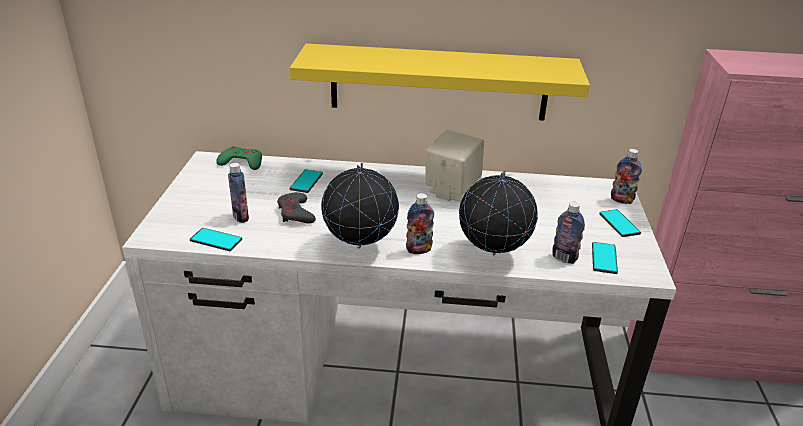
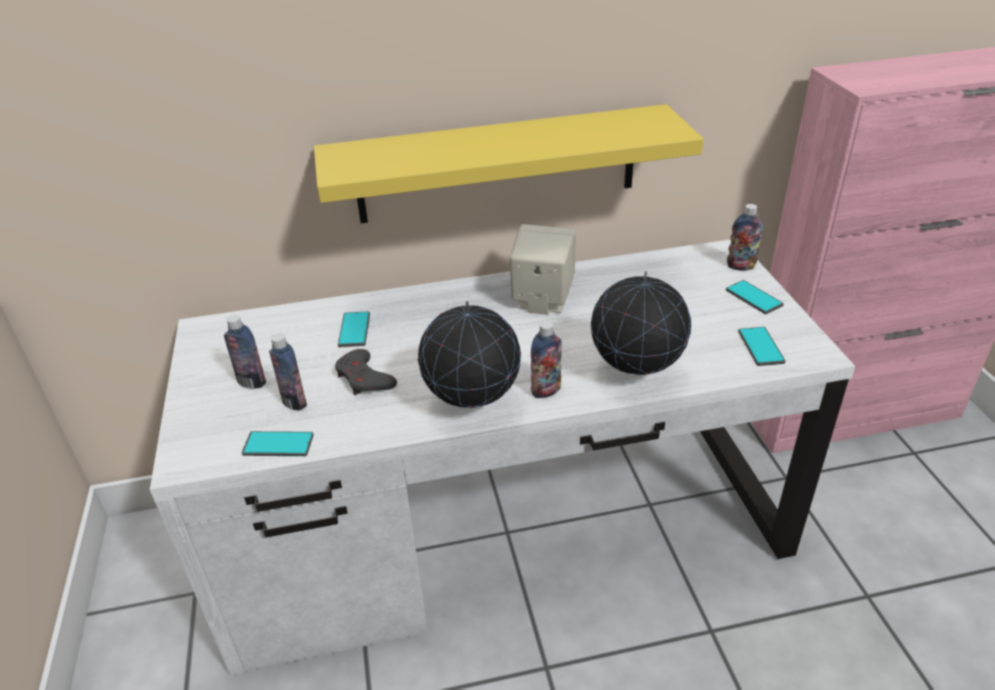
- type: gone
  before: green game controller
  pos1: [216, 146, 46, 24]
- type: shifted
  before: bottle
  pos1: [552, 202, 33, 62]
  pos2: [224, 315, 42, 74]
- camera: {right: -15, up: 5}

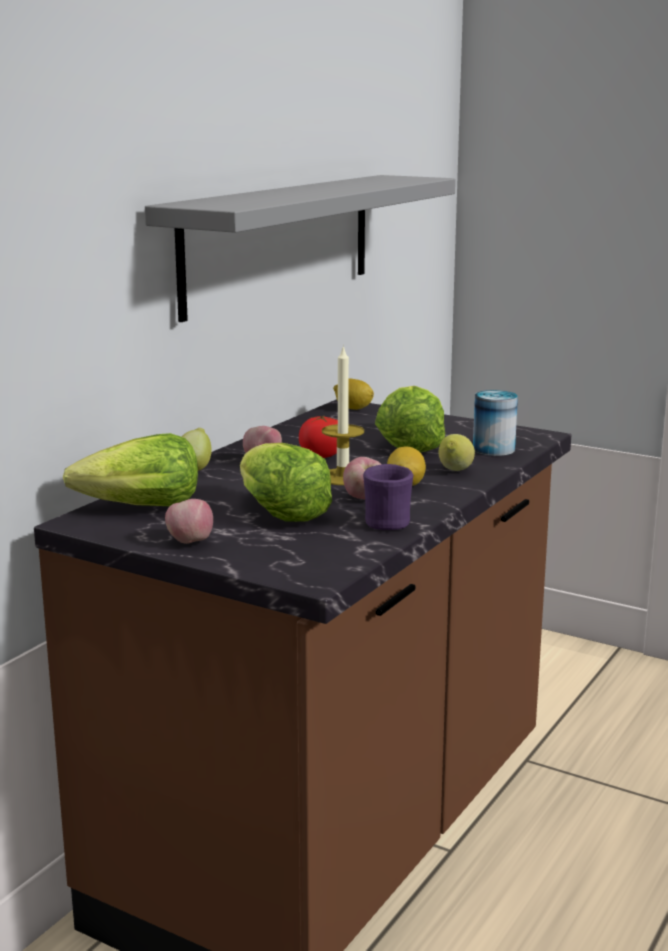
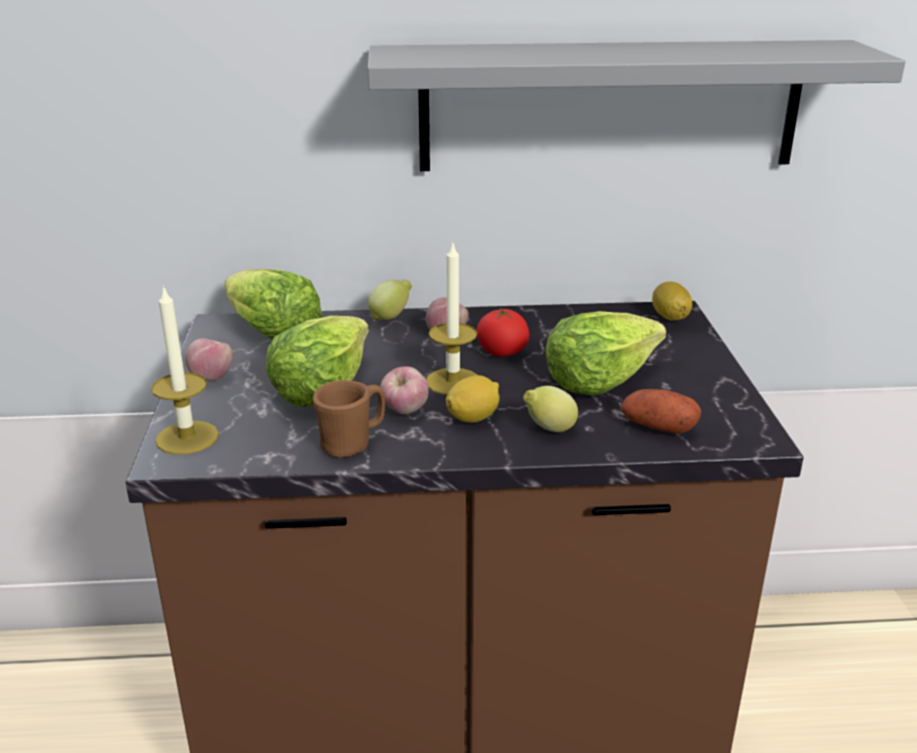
- type: new
  after: candle
  pos2: [151, 285, 68, 170]
- type: swapped
  before: can
  after: potato
  pos1: [473, 390, 45, 66]
  pos2: [621, 389, 80, 45]
- type: repainted
  before: purple mug
  after: brown mug
  pos1: [363, 464, 50, 66]
  pos2: [313, 380, 72, 78]
- camera: {right: 55, up: 10}

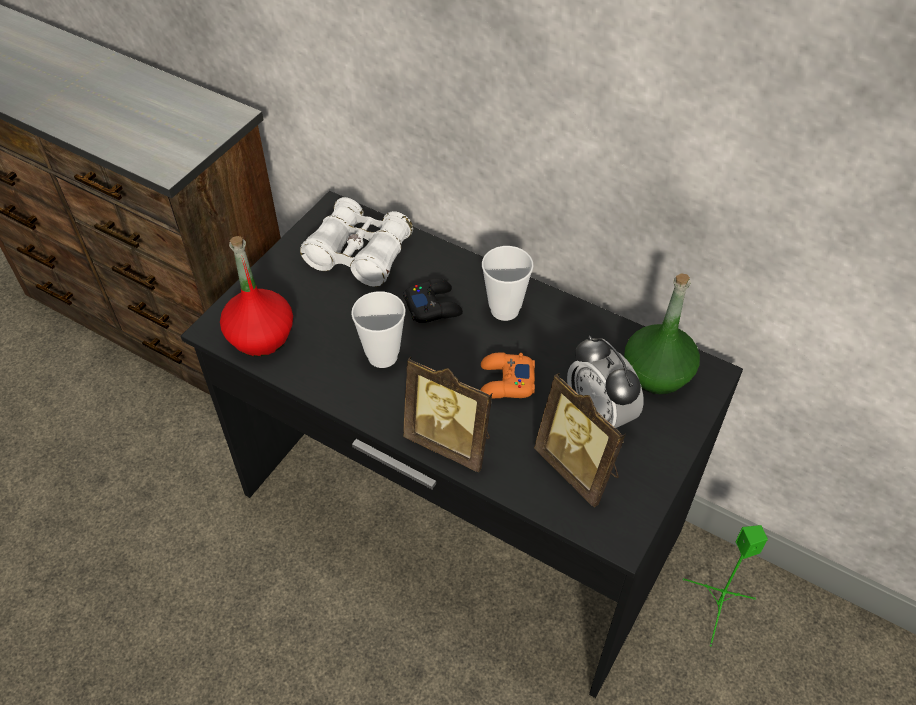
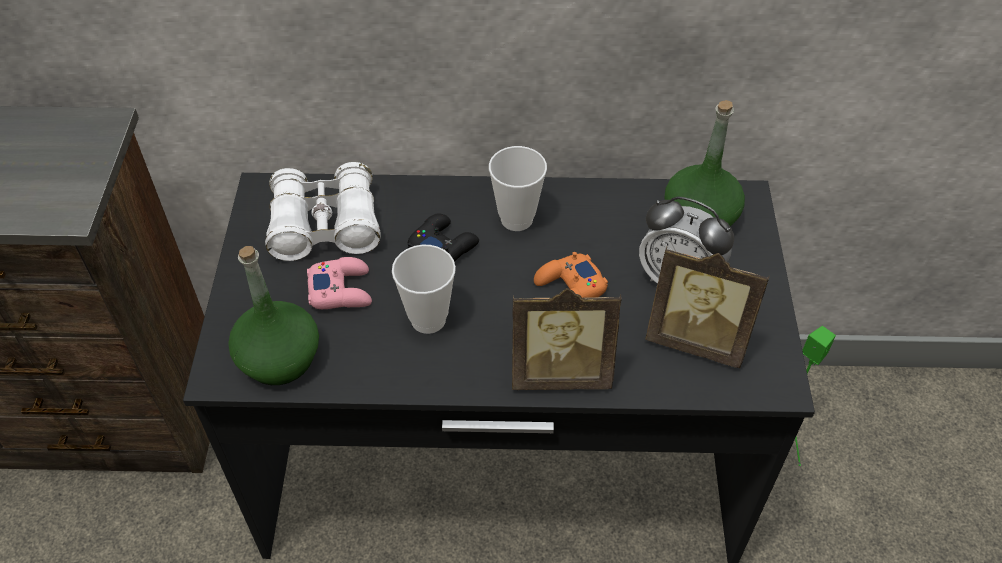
- type: new
  after: pink game controller
  pos2: [307, 257, 65, 52]
- type: repainted
  before: red bottle
  after: green bottle
  pos1: [220, 236, 73, 120]
  pos2: [228, 246, 91, 139]
- camera: {right: -30, up: 0}

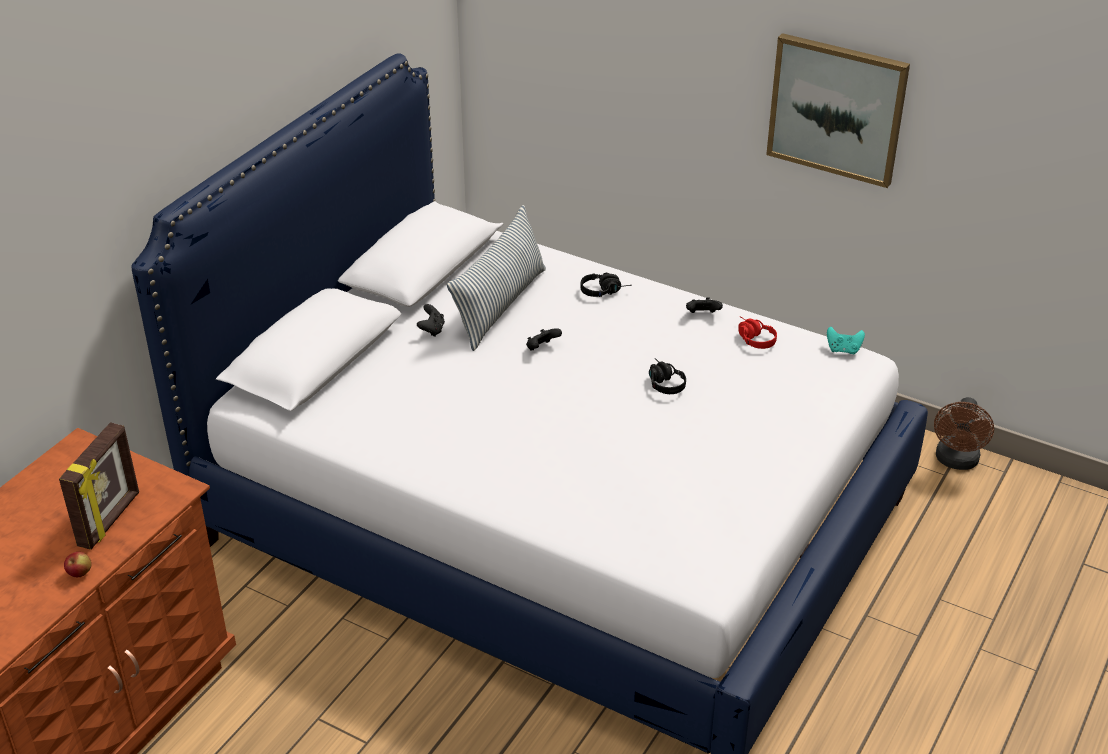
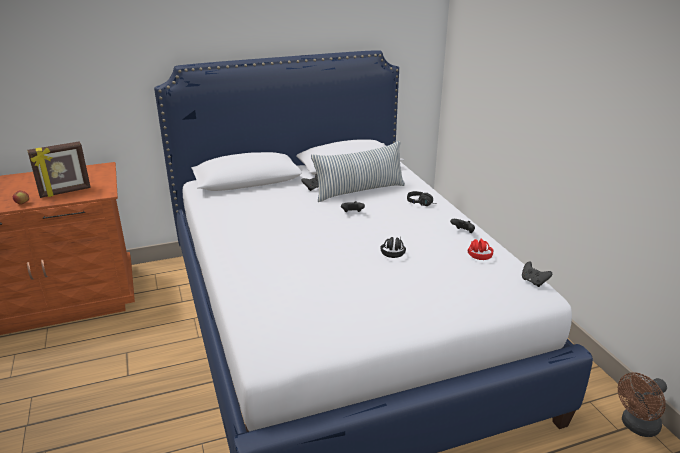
- type: gone
  before: picture
  pos1: [766, 33, 144, 155]
- type: repainted
  before: turquoise game controller
  after: black game controller
  pos1: [827, 327, 38, 28]
  pos2: [522, 261, 30, 26]
- camera: {right: 40, up: -10}

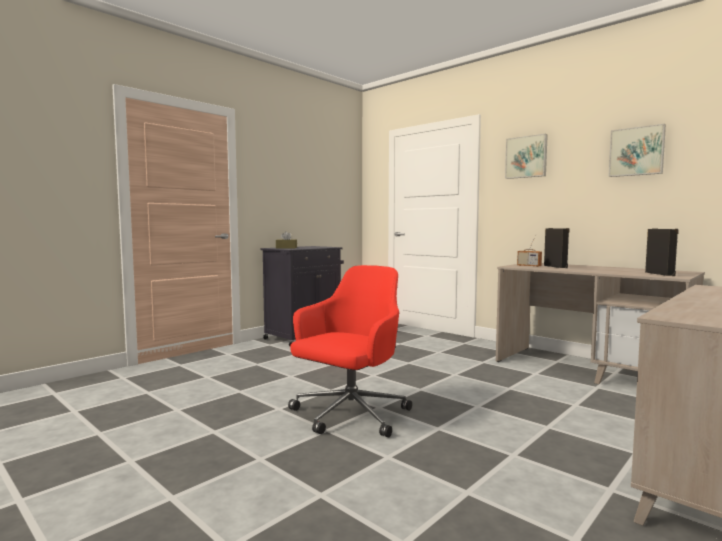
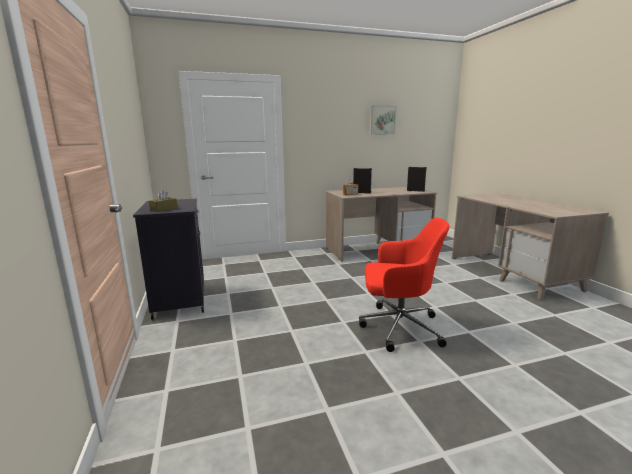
- type: gone
  before: picture
  pos1: [505, 134, 43, 45]
- type: rotated
  before: red office chair
  pos1: [288, 265, 124, 172]
  pos2: [359, 218, 90, 134]
  turn: 120
- camera: {right: -60, up: 10}

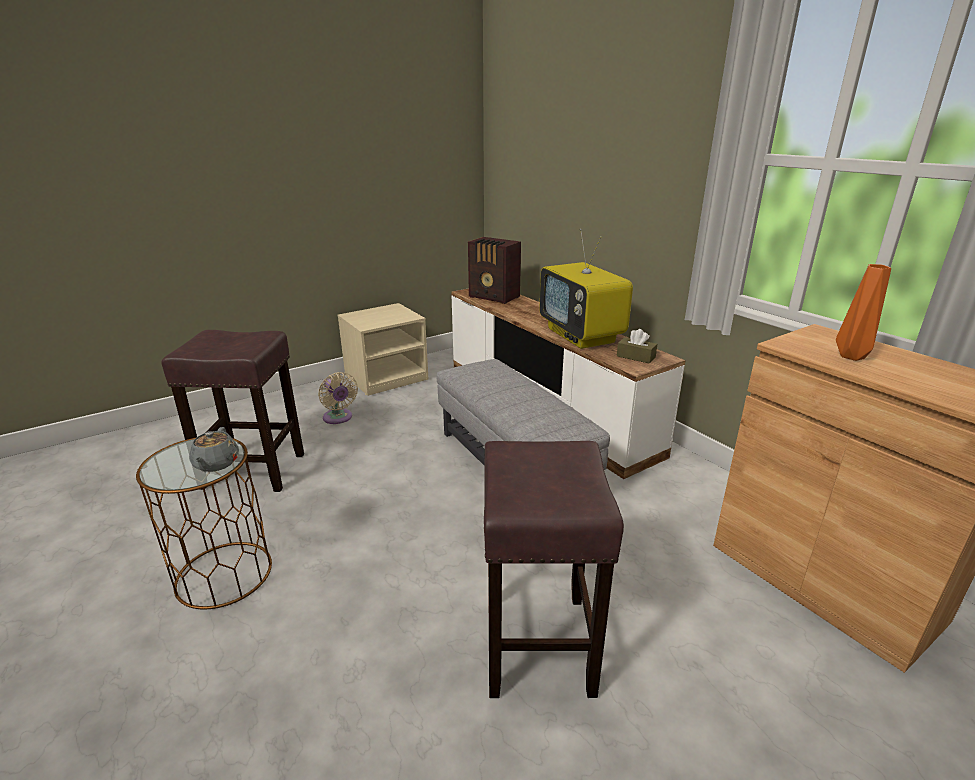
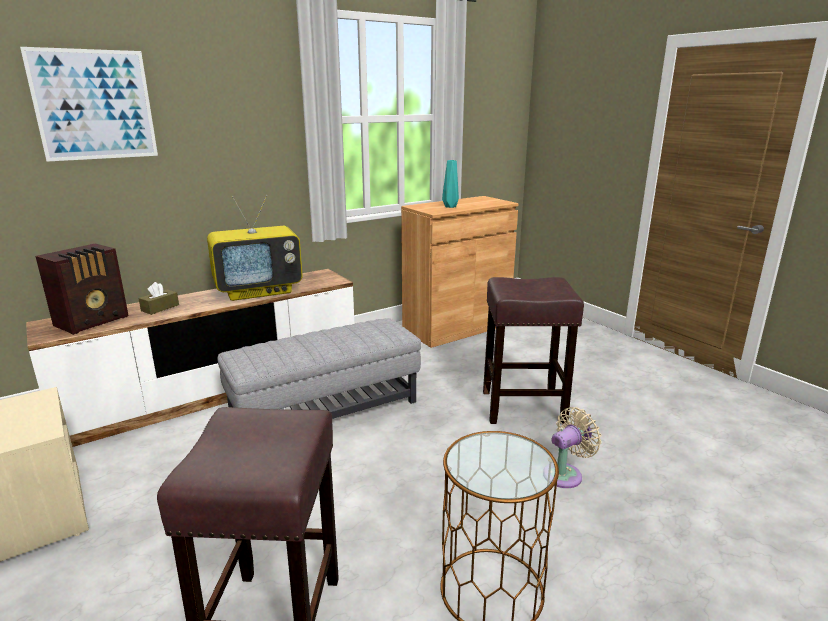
- type: gone
  before: grey teapot
  pos1: [189, 427, 50, 45]
- type: new
  after: picture
  pos2: [20, 47, 138, 115]
- type: shifted
  before: beige fan
  pos1: [318, 372, 40, 52]
  pos2: [552, 407, 49, 81]
- type: shifted
  before: brown tissue box
  pos1: [617, 329, 40, 35]
  pos2: [139, 282, 40, 33]
- type: repainted
  before: orange vase
  after: turquoise vase
  pos1: [836, 264, 55, 97]
  pos2: [442, 160, 17, 48]
- camera: {right: -90, up: -5}

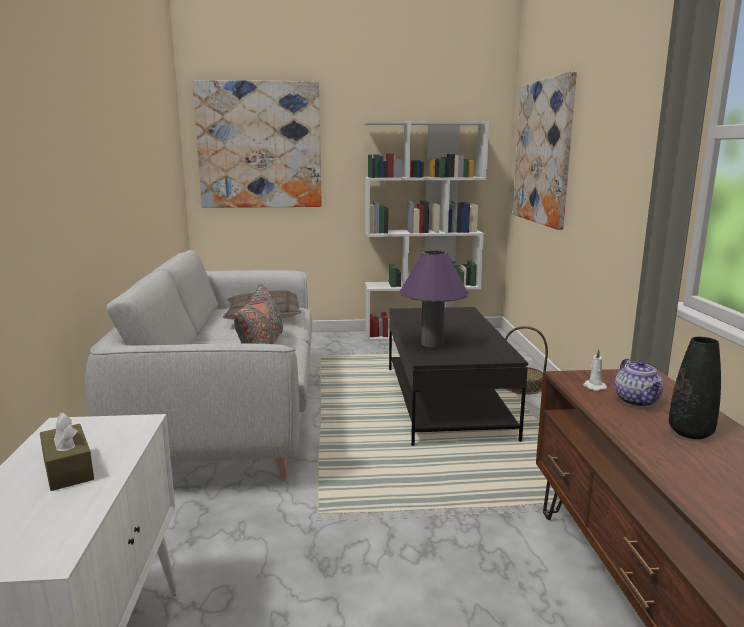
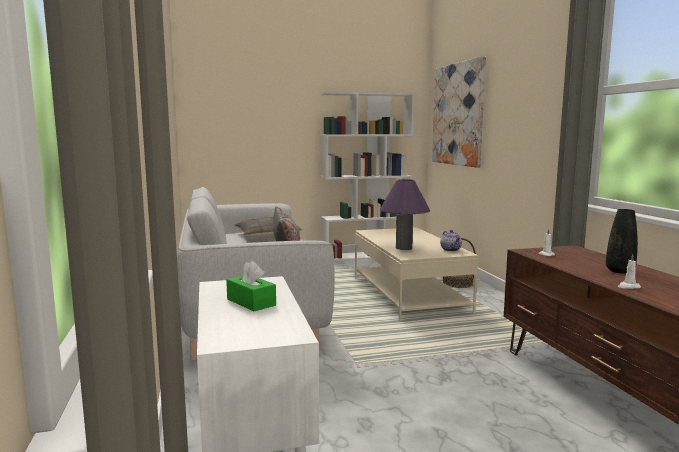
- type: gone
  before: picture
  pos1: [192, 80, 130, 128]
- type: new
  after: white candle
  pos2: [618, 254, 23, 35]
- type: shifted
  before: teapot
  pos1: [615, 359, 48, 48]
  pos2: [440, 230, 22, 22]
- type: repainted
  before: brown tissue box
  after: green tissue box
  pos1: [40, 412, 54, 79]
  pos2: [226, 261, 50, 50]
- type: repainted
  before: black coffee table
  after: beige coffee table
  pos1: [389, 307, 139, 139]
  pos2: [355, 227, 124, 95]
- camera: {right: -10, up: -5}

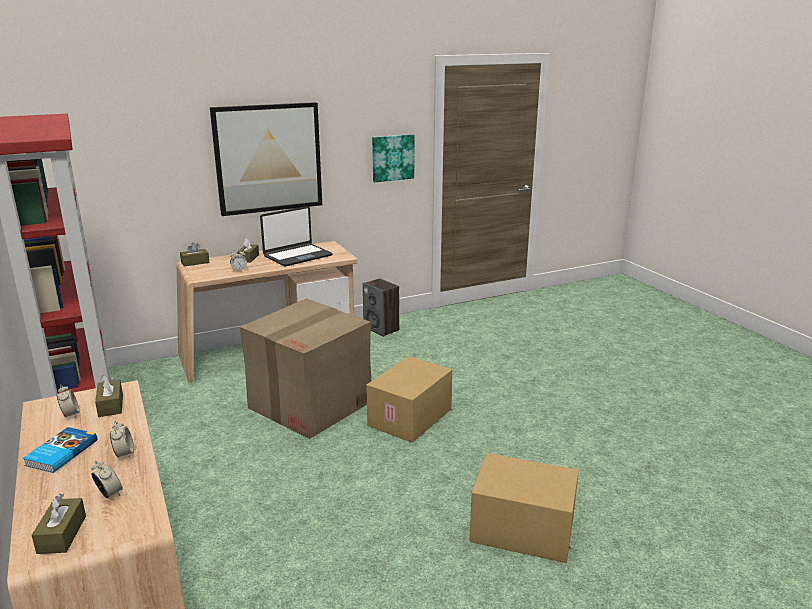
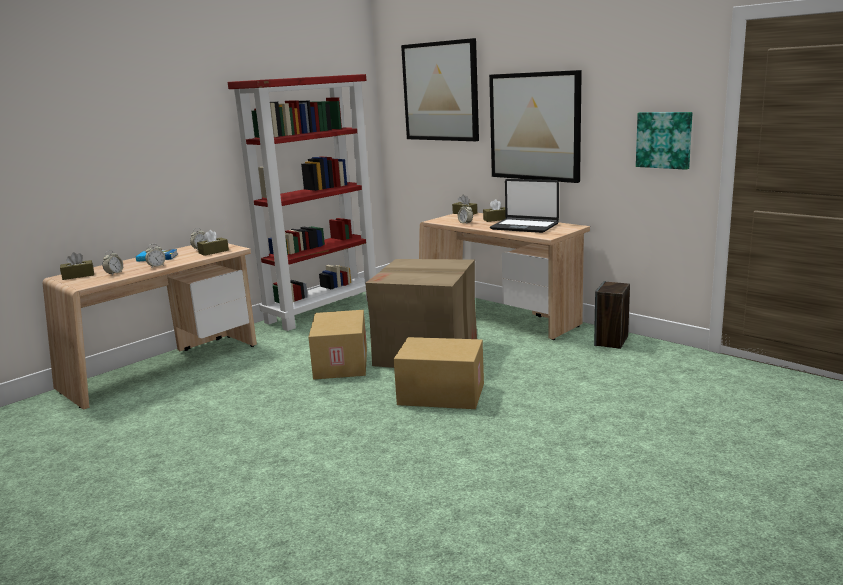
- type: new
  after: picture
  pos2: [401, 38, 78, 103]
- type: shifted
  before: cardboard box
  pos1: [469, 453, 110, 110]
  pos2: [308, 310, 59, 69]
- camera: {right: 70, up: -5}

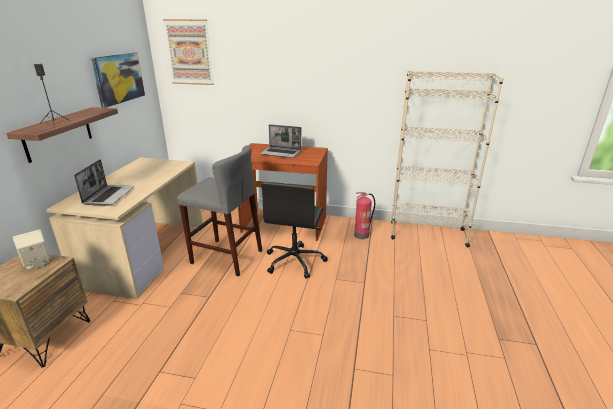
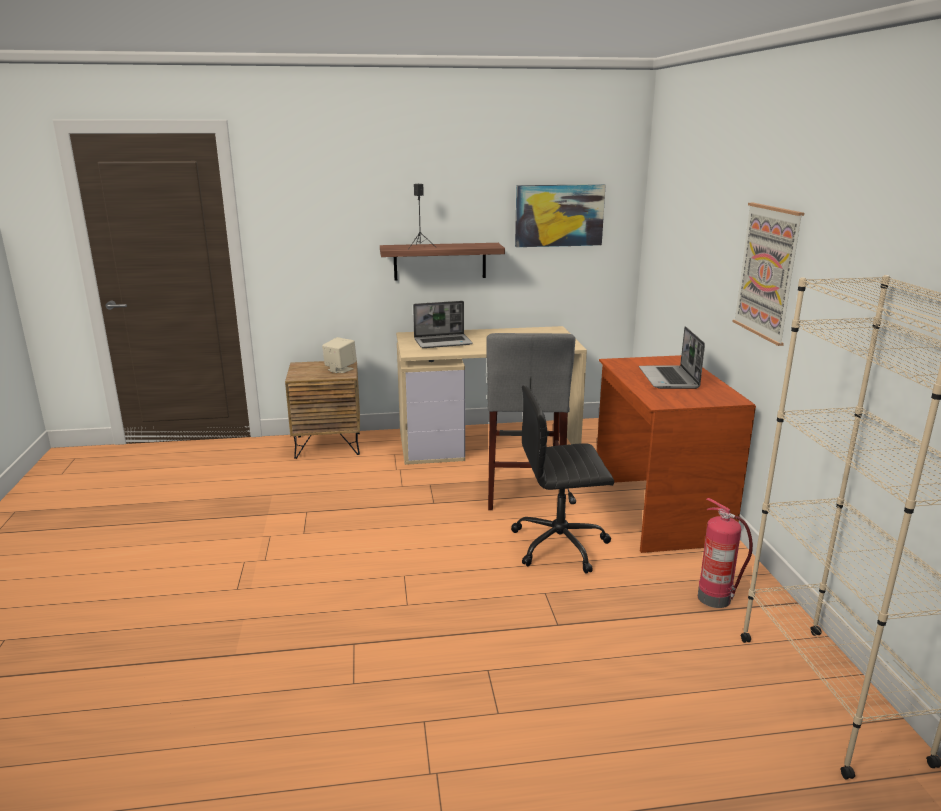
- type: shifted
  before: picture
  pos1: [163, 19, 51, 66]
  pos2: [732, 203, 72, 143]
- camera: {right: 70, up: -5}

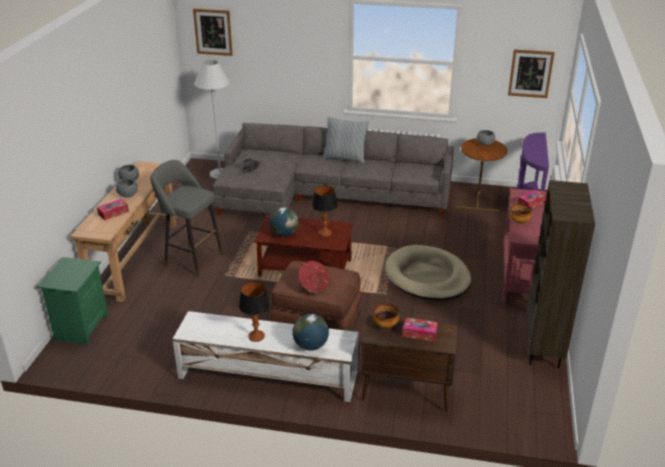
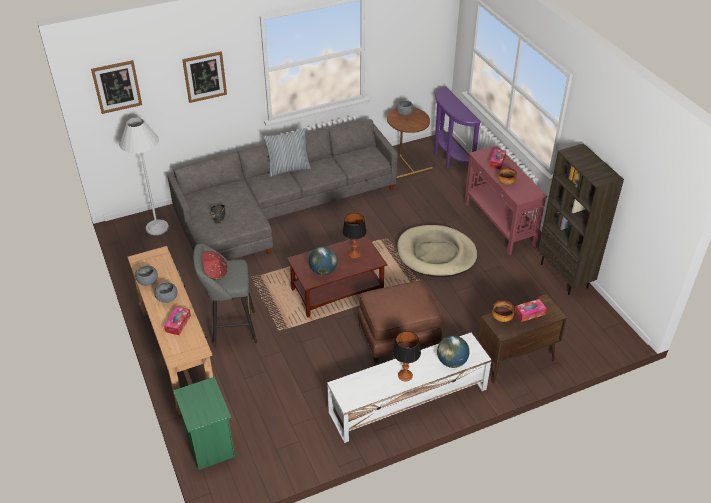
- type: shifted
  before: red hat
  pos1: [298, 261, 33, 33]
  pos2: [203, 251, 25, 29]
- type: shifted
  before: picture
  pos1: [508, 49, 46, 49]
  pos2: [182, 51, 45, 52]
- camera: {right: -35, up: 10}

